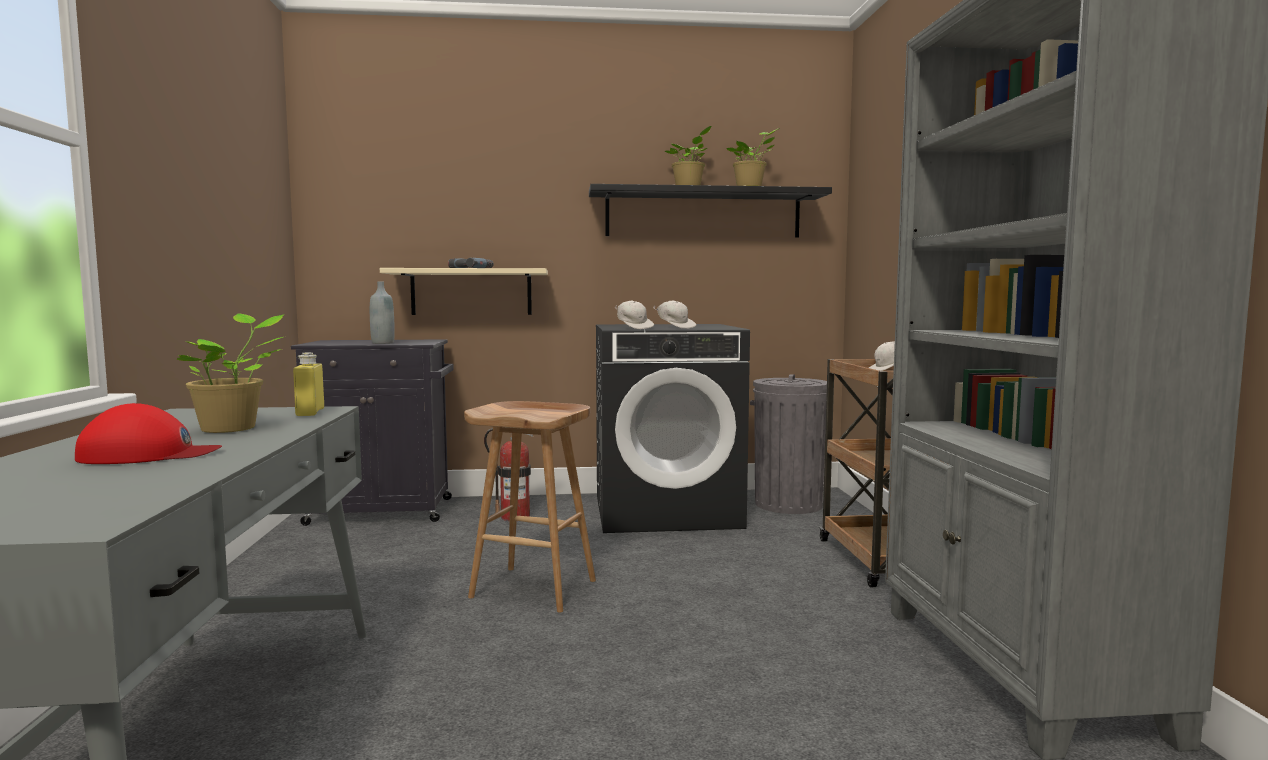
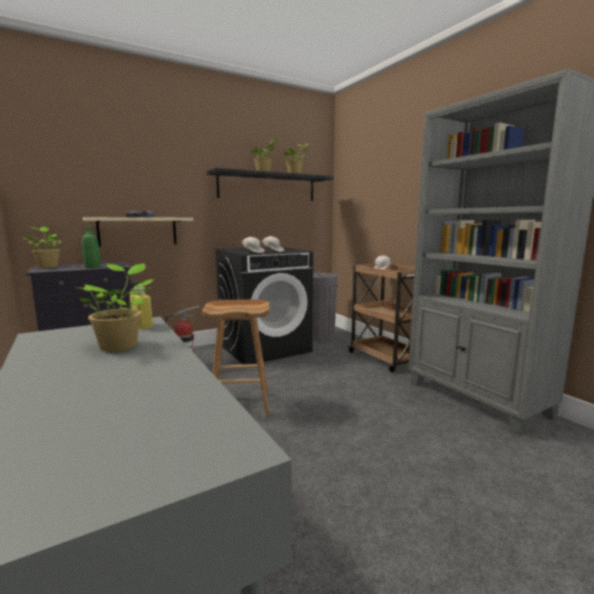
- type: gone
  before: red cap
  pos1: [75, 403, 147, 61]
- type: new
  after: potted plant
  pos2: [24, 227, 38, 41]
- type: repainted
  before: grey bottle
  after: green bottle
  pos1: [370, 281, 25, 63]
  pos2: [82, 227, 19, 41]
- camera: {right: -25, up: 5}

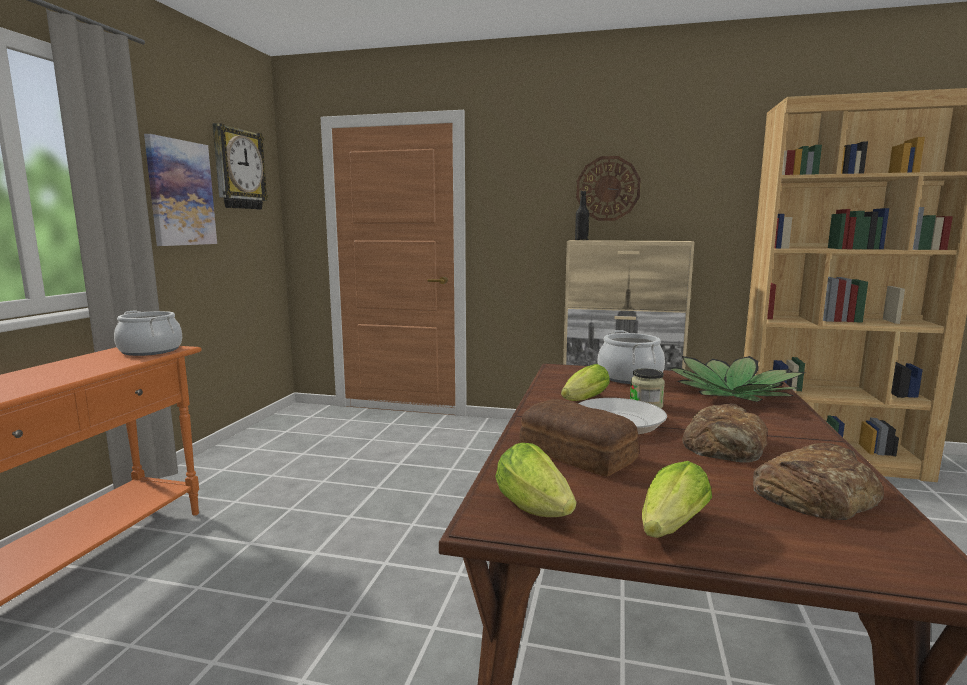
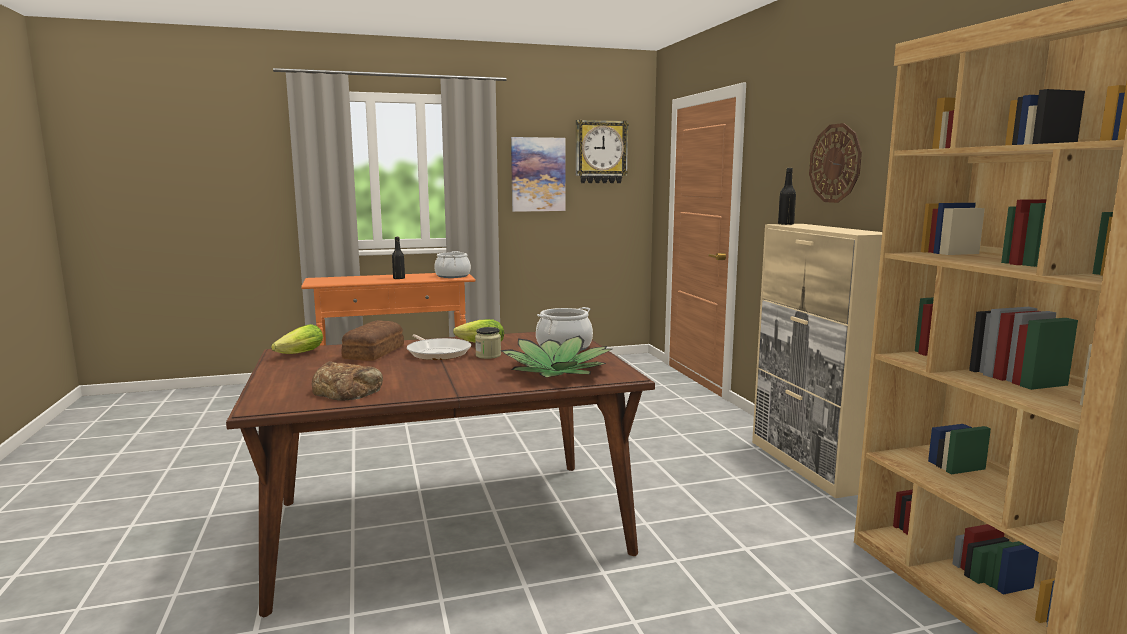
- type: gone
  before: lettuce
  pos1: [642, 461, 70, 77]
- type: gone
  before: bread
  pos1: [682, 404, 86, 59]
- type: new
  after: black bottle
  pos2: [392, 237, 13, 42]
- camera: {right: 60, up: 0}

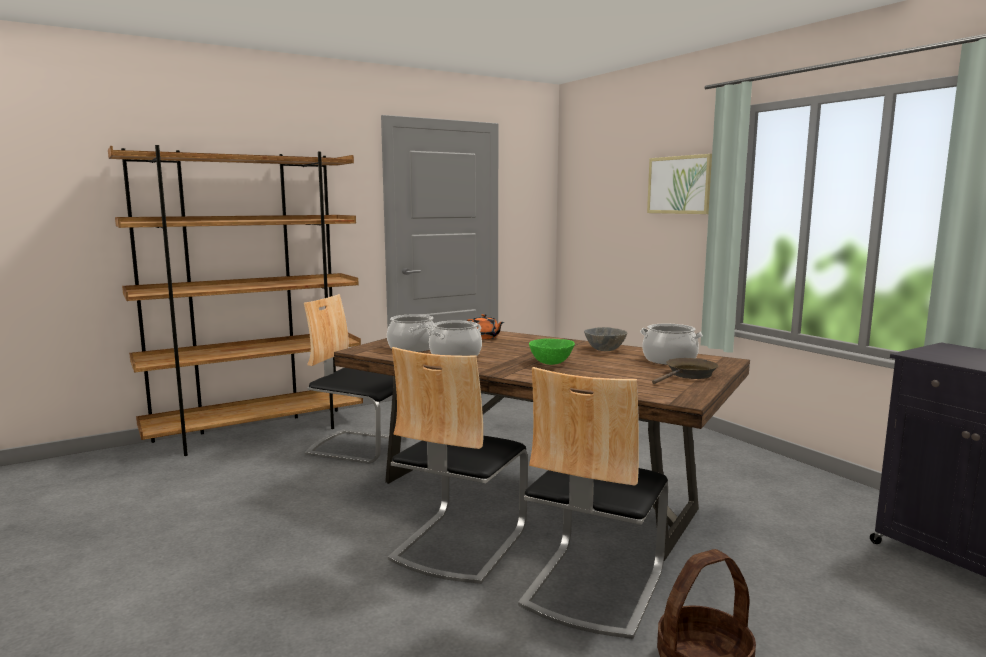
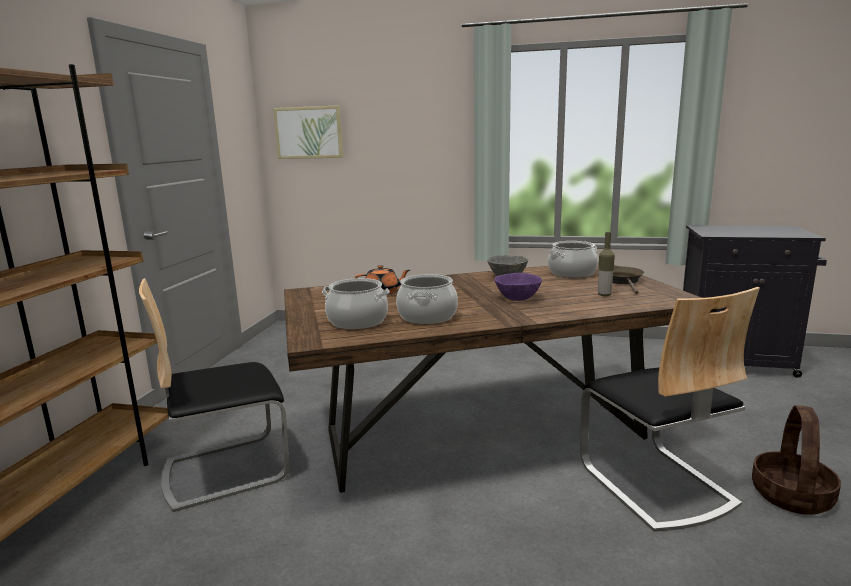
- type: gone
  before: chair
  pos1: [388, 347, 140, 237]
- type: new
  after: bottle
  pos2: [598, 232, 17, 64]
- type: shifted
  before: picture
  pos1: [647, 154, 65, 60]
  pos2: [273, 105, 70, 54]
- type: repainted
  before: green bowl
  after: purple bowl
  pos1: [529, 339, 46, 26]
  pos2: [494, 273, 48, 28]
- camera: {right: -45, up: 5}

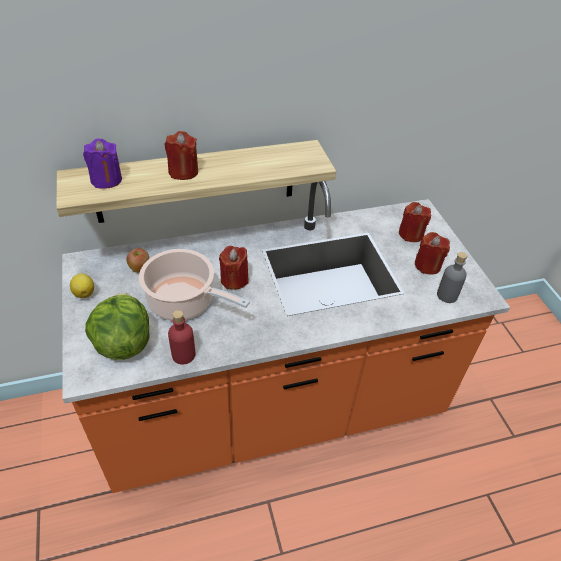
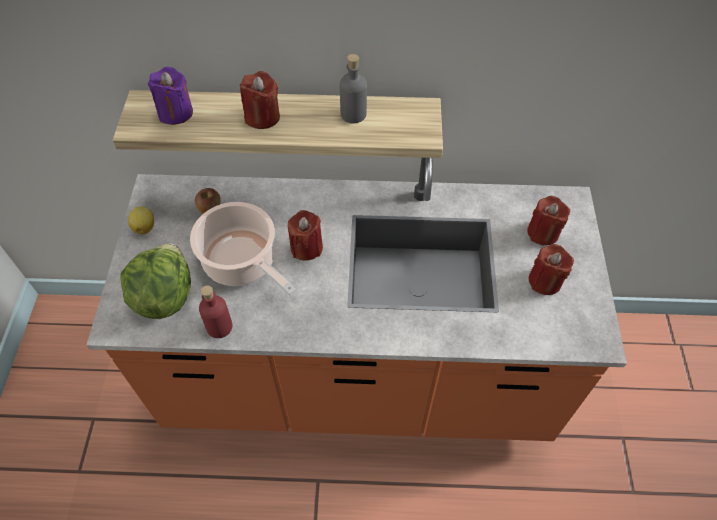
- type: shifted
  before: grey bottle
  pos1: [437, 252, 30, 51]
  pos2: [340, 54, 27, 69]
- camera: {right: 20, up: 10}

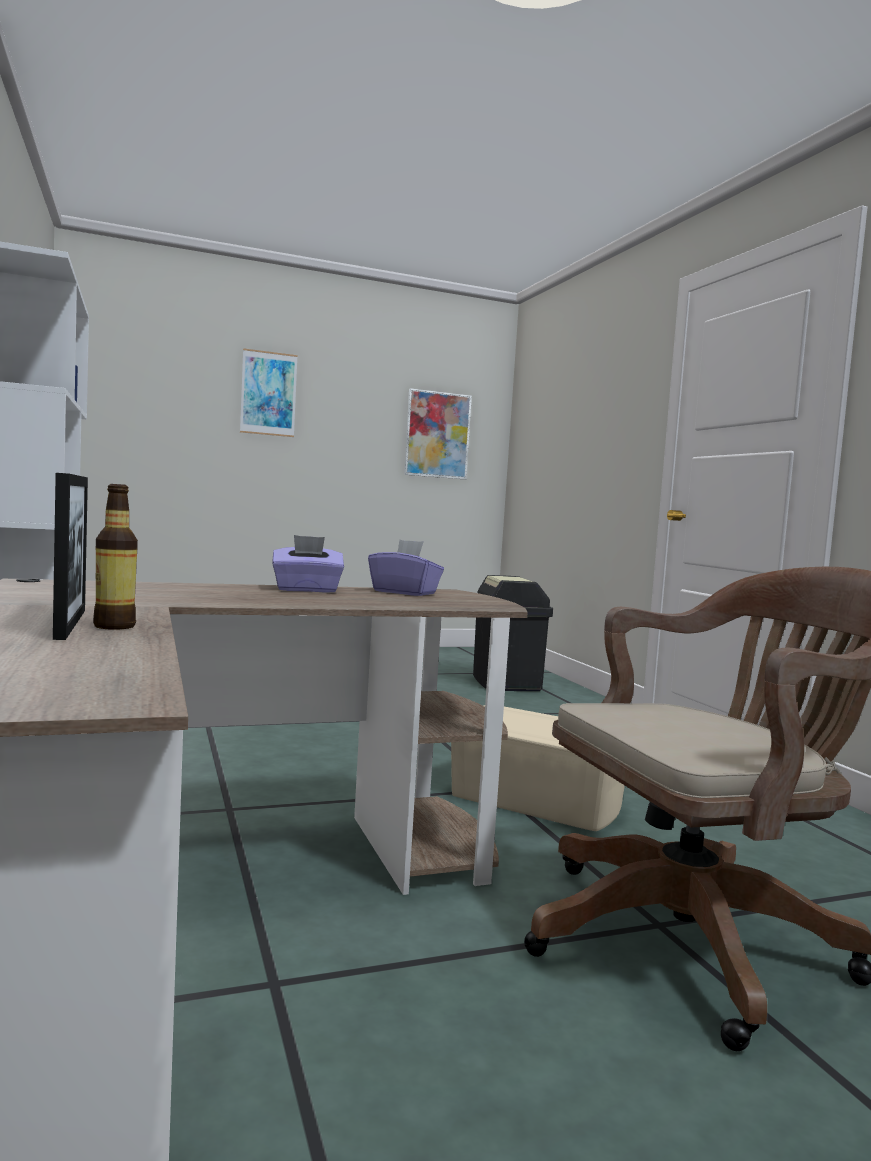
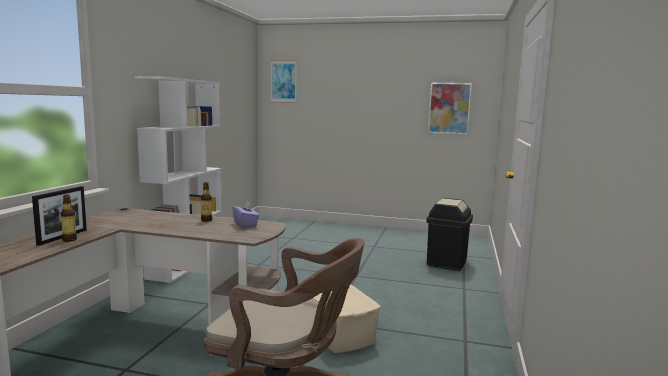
- type: shifted
  before: picture
  pos1: [240, 348, 58, 89]
  pos2: [271, 60, 26, 43]
- type: swapped
  before: purple tissue box
  after: bottle
  pos1: [272, 535, 72, 58]
  pos2: [201, 182, 11, 40]
- camera: {right: 35, up: 5}

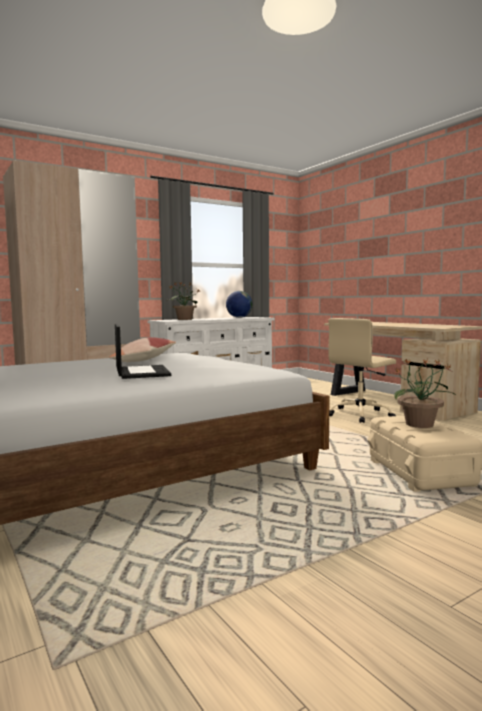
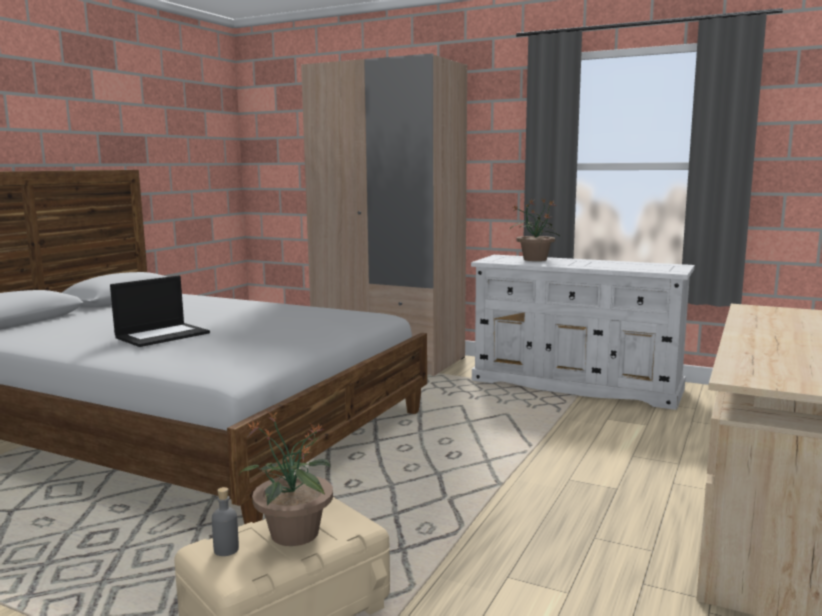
- type: gone
  before: pillow
  pos1: [109, 337, 67, 25]
- type: gone
  before: globe
  pos1: [226, 291, 27, 27]
- type: gone
  before: beige office chair
  pos1: [328, 318, 68, 105]
- type: new
  after: grey bottle
  pos2: [212, 487, 27, 69]
- camera: {right: 60, up: 5}

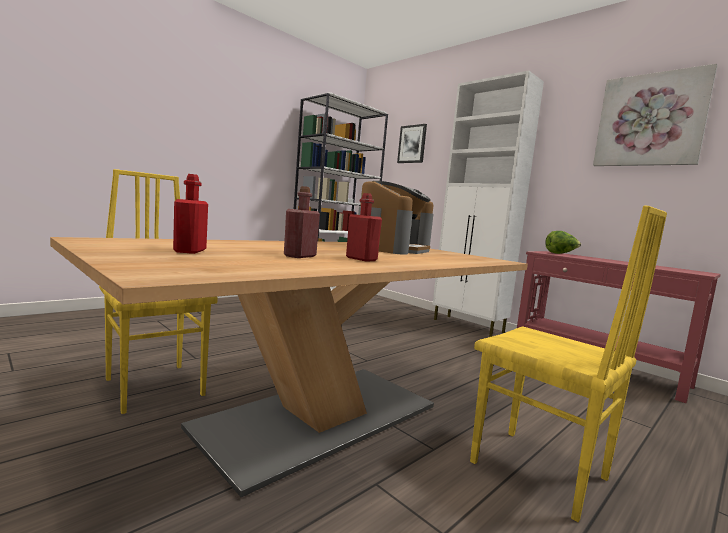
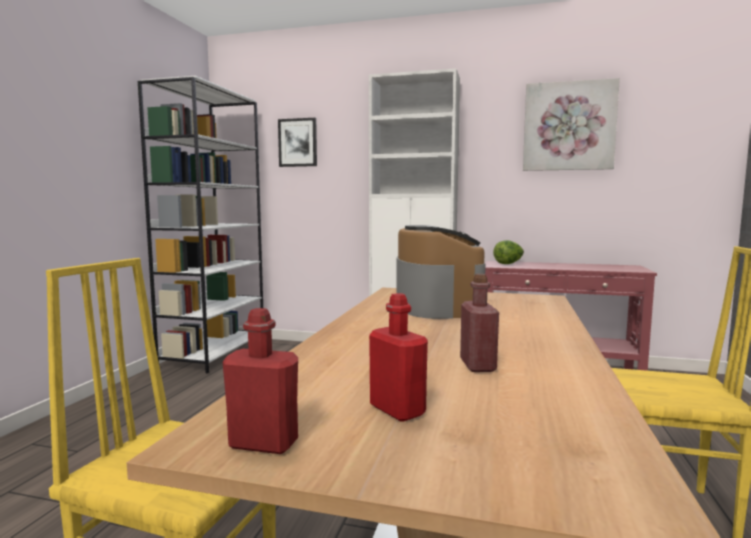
- type: shifted
  before: red bottle
  pos1: [346, 193, 36, 68]
  pos2: [223, 308, 75, 146]
- camera: {right: -30, up: 0}

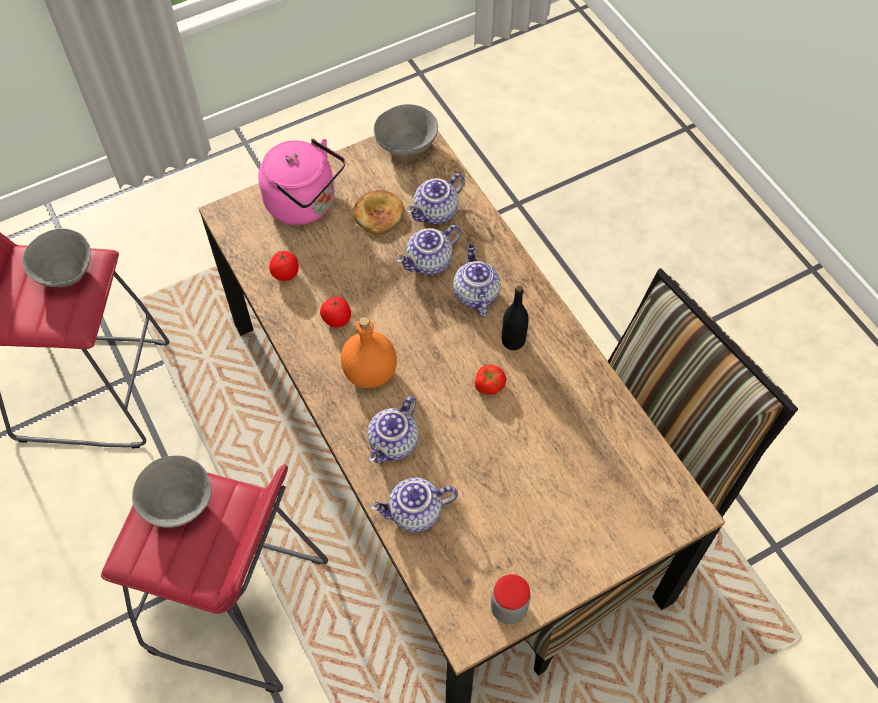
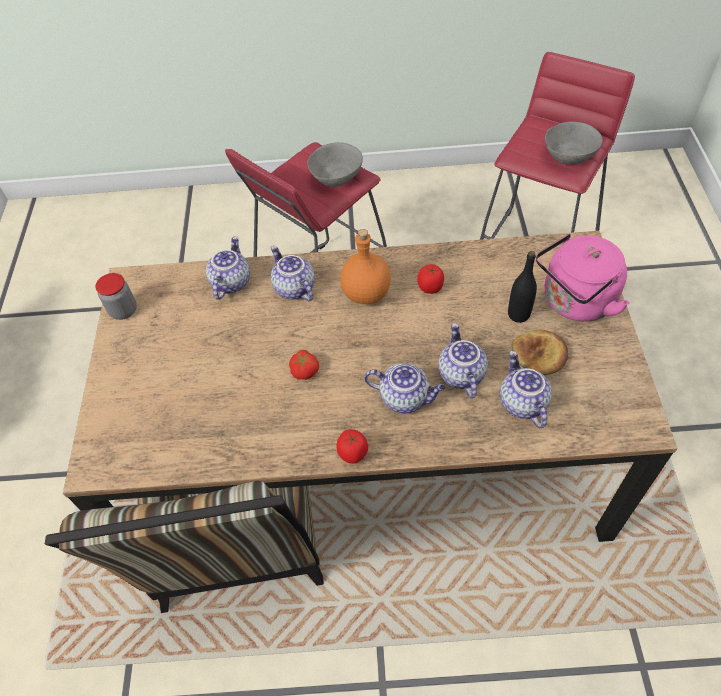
- type: gone
  before: grey bowl
  pos1: [374, 104, 64, 52]
- type: shifted
  before: tomato
  pos1: [269, 251, 30, 30]
  pos2: [337, 429, 31, 35]
- type: shifted
  before: black bottle
  pos1: [502, 286, 27, 64]
  pos2: [508, 251, 29, 72]
- camera: {right: 120, up: -5}

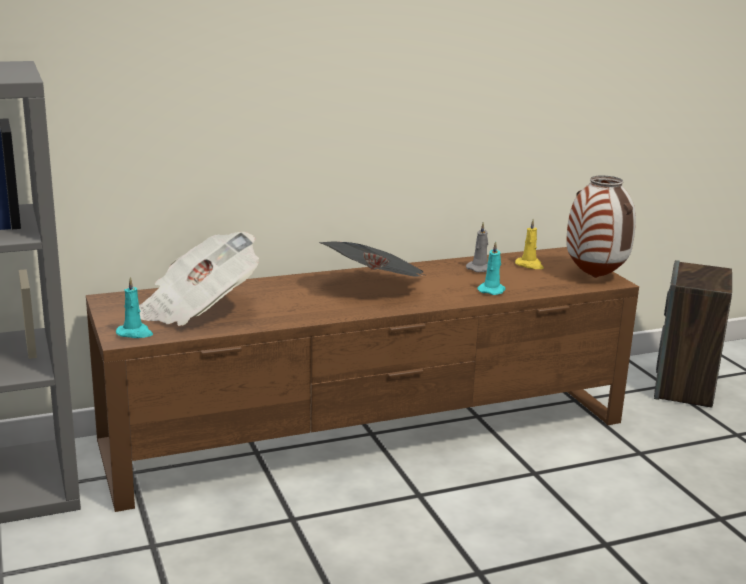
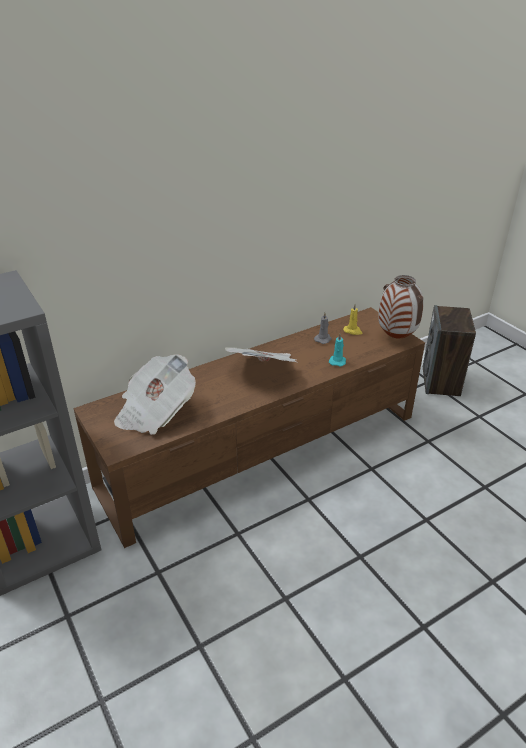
- type: gone
  before: turquoise candle
  pos1: [116, 277, 37, 61]
- camera: {right: -10, up: 15}

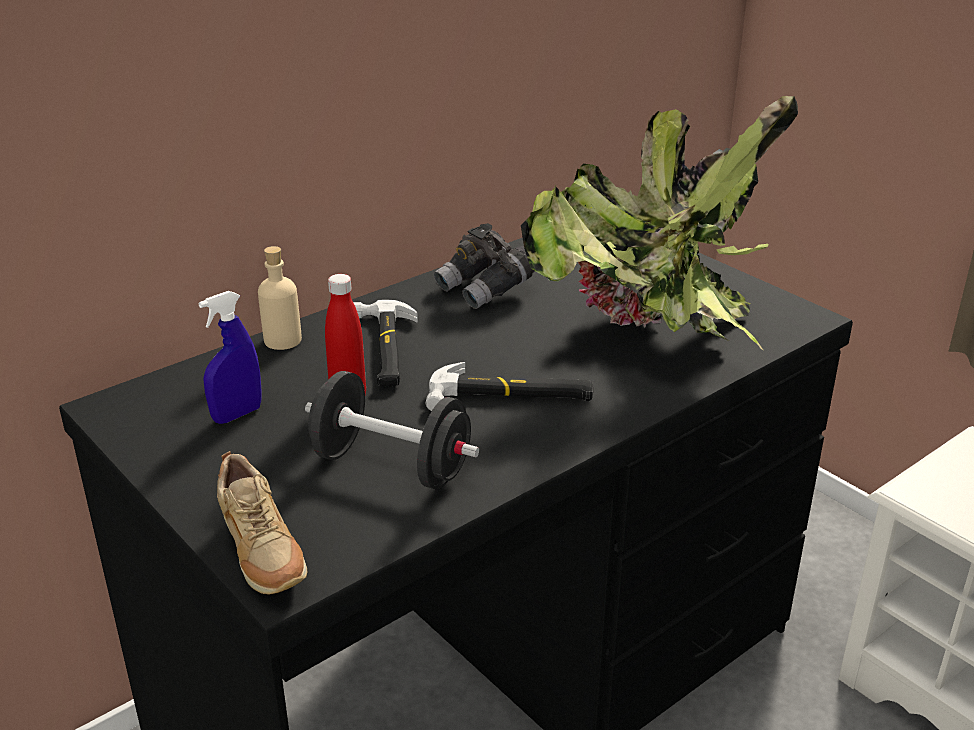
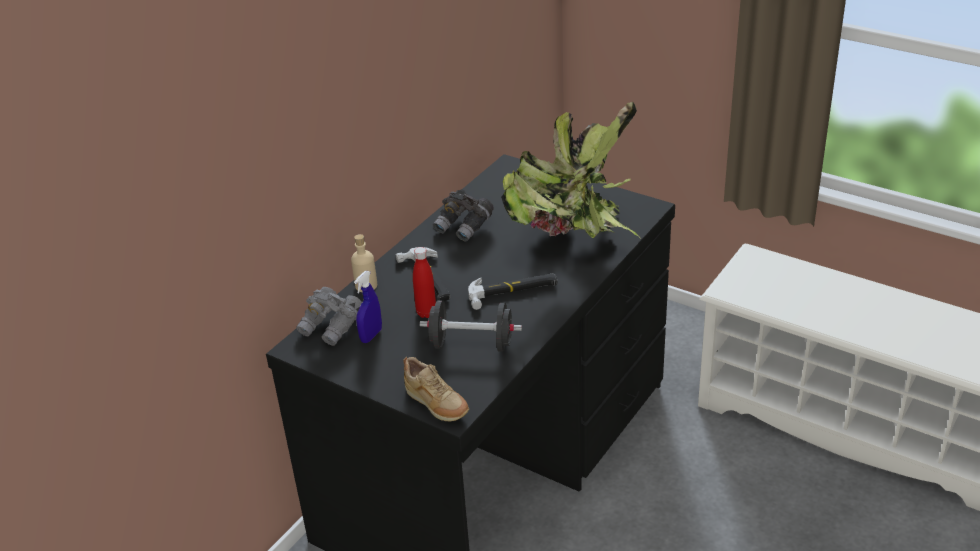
- type: new
  after: grey binoculars
  pos2: [296, 287, 66, 59]
- camera: {right: -15, up: 5}

